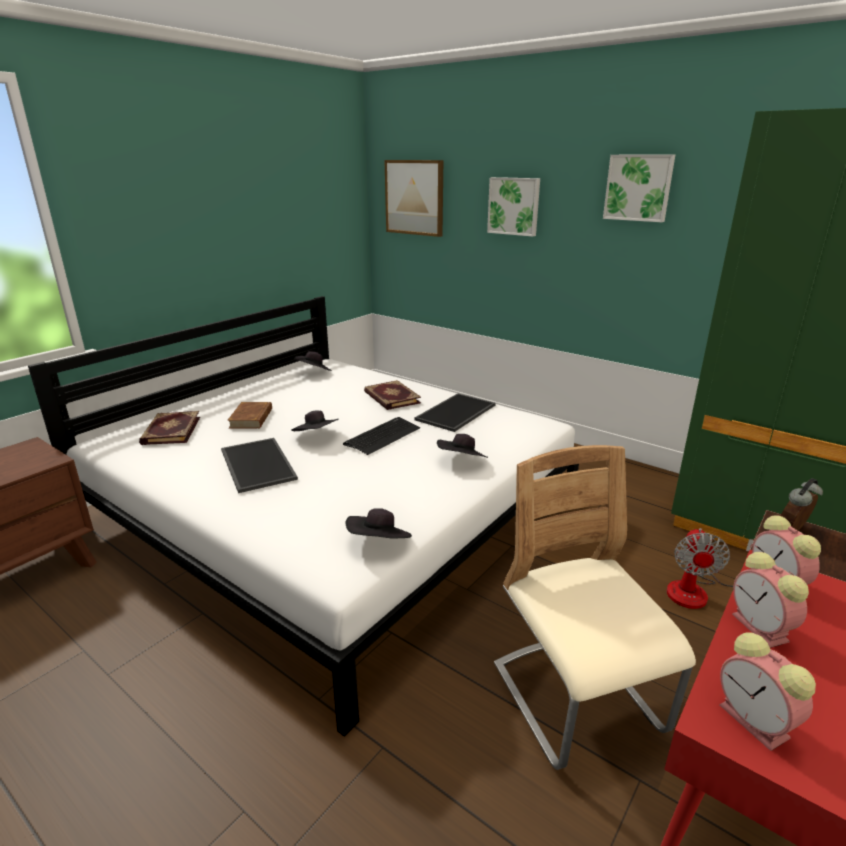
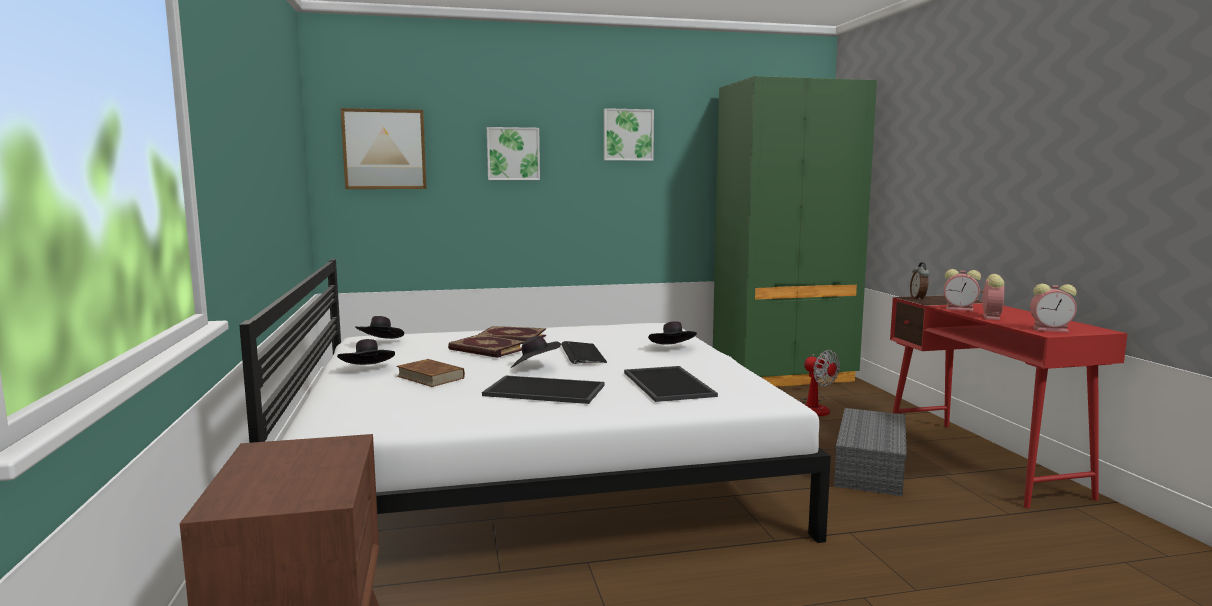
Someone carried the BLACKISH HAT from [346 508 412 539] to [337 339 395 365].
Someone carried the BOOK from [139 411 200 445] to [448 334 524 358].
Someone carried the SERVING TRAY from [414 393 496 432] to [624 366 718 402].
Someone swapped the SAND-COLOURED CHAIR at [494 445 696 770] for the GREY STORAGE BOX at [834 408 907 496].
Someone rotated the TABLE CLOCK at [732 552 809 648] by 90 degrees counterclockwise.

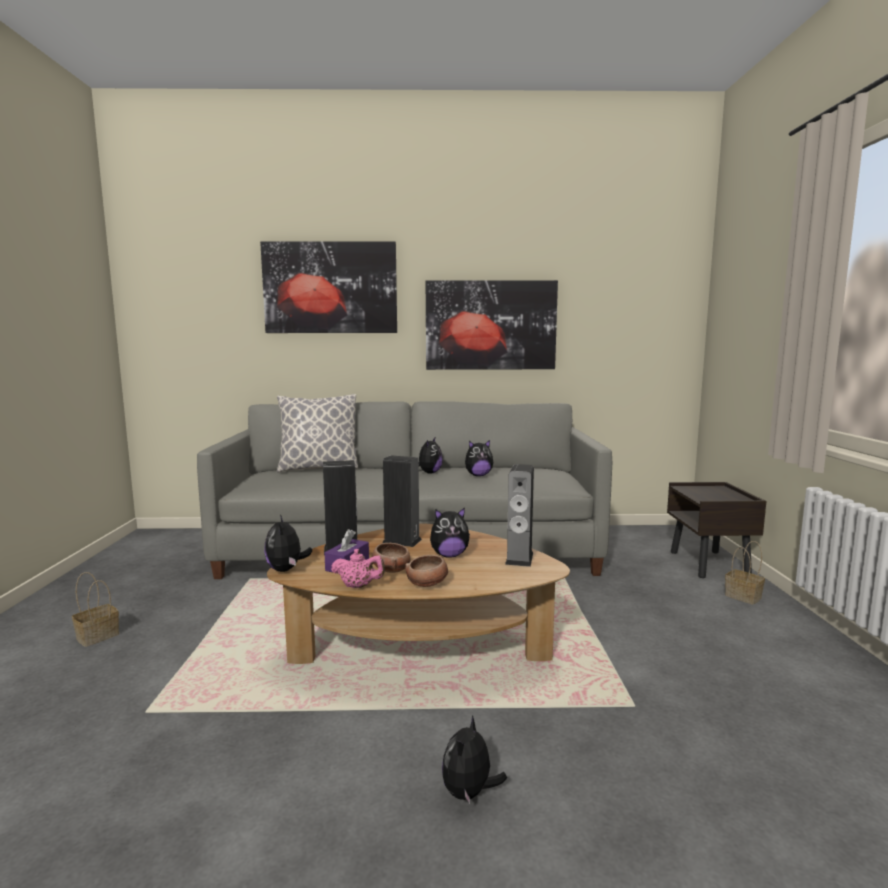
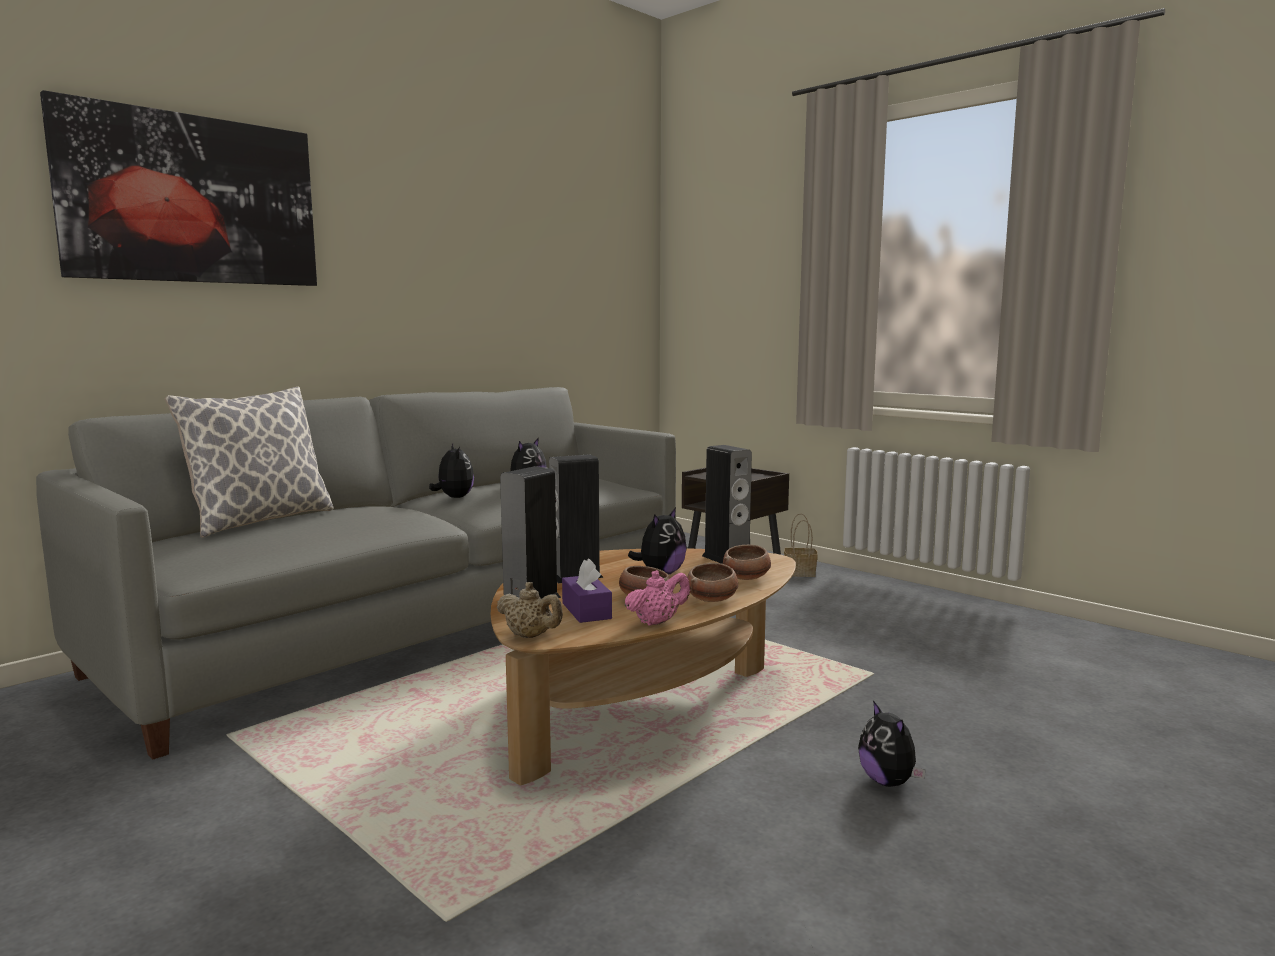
Someone swapped the SOFT TOY at [264 515 312 572] for the SAND-COLOURED TEAPOT at [496 582 563 638].
Someone put down the DEEP DISH at [723 545 771 580].
Someone took away the HOUSEHOLD BASKET at [72 572 119 647].
Someone took away the WALL ART at [426 280 558 370].

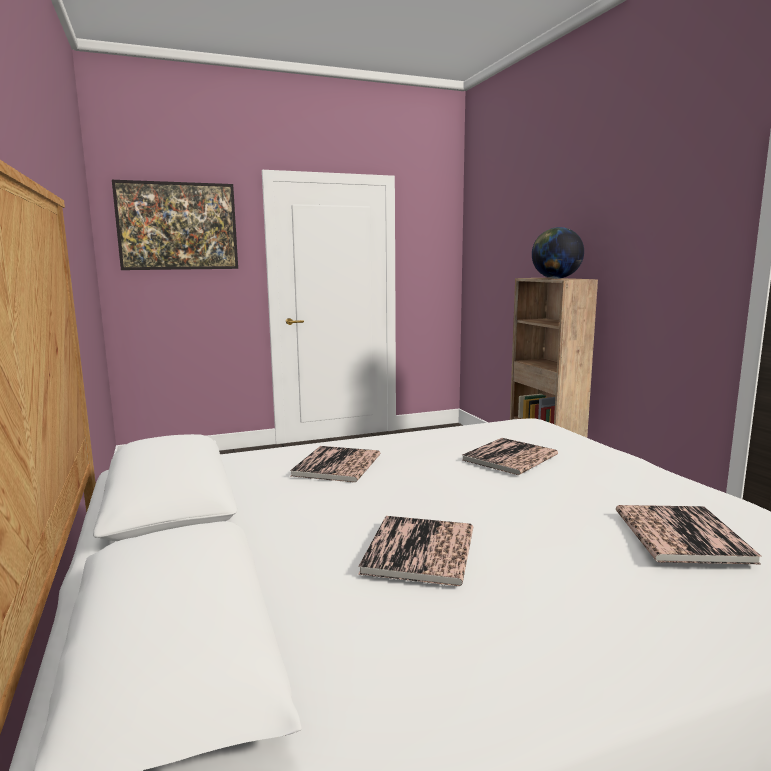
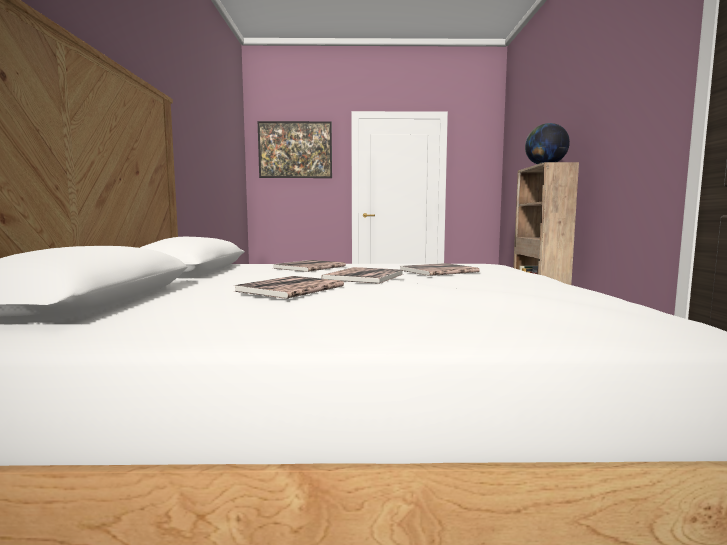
Someone carried the BOOK from [616 505 762 564] to [321 267 403 284].

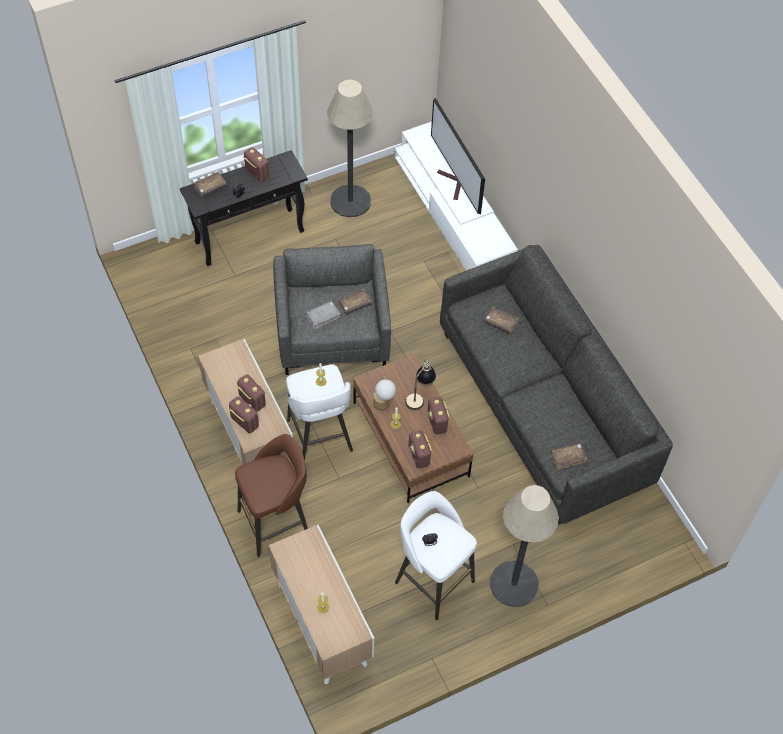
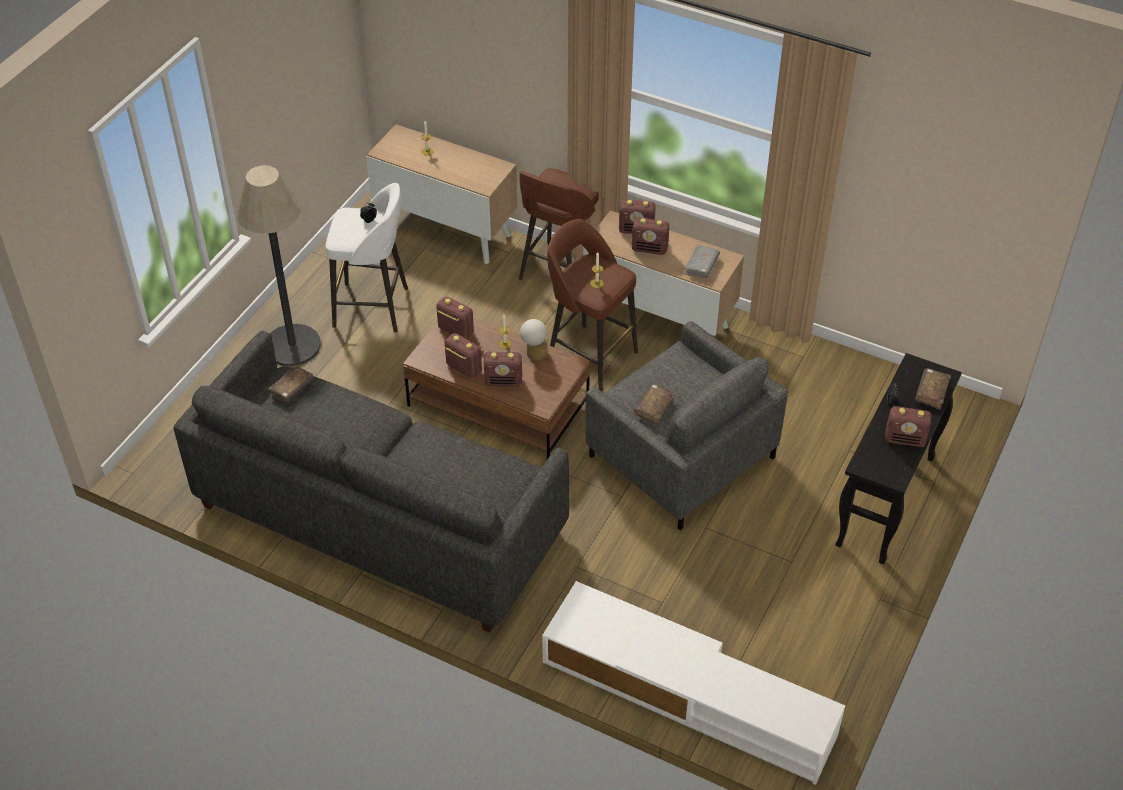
Someone swapped the LAMP FOR A TABLE at [405 359 436 410] for the RADIO RECEIVER at [484 352 522 387].
Someone repainted the WHITE SITTING STOOL at [286 365 353 460], which became the BROWNISH SITTING STOOL at [547 219 638 391].
Someone carried the GREY BOOK from [306 301 341 330] to [684 244 720 278].
Someone took away the STANDING LAMP at [327 80 373 217].
Someone took away the TV SET at [431 98 485 214].
Someone took away the BROWNISH BOOK at [484 307 519 334].

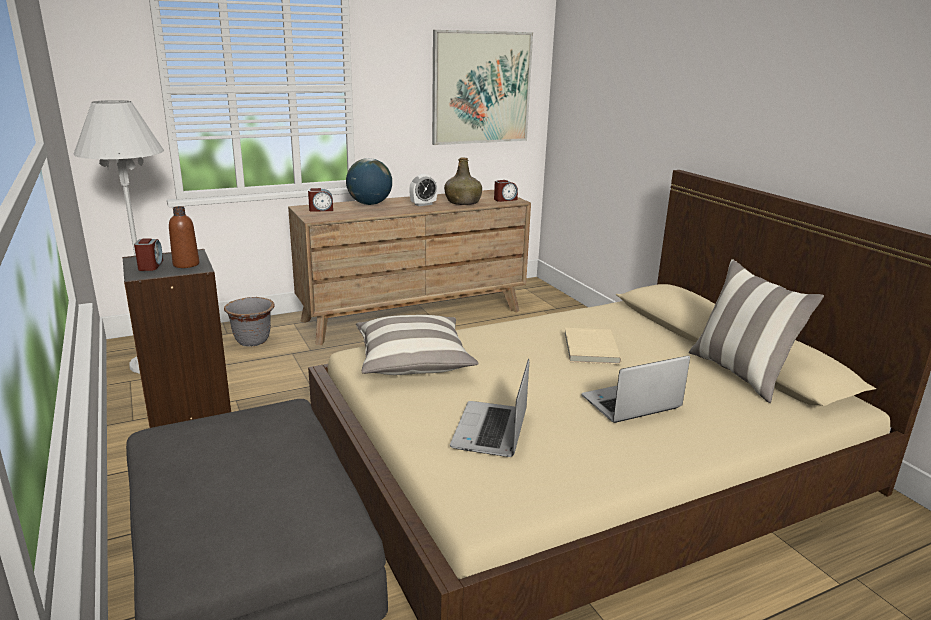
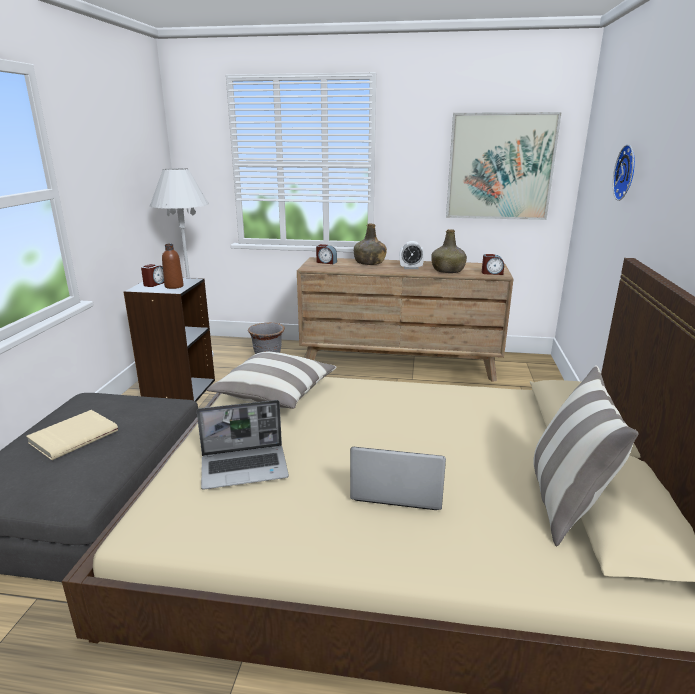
Someone carried the SAND-COLOURED BOOK from [564 328 622 364] to [26 410 118 460].
Someone rotated the NOTEBOOK COMPUTER at [450 359 529 457] by 150 degrees counterclockwise.
Someone swapped the GLOBE at [346 158 392 205] for the GREEN-COLOURED BOTTLE at [354 224 387 265].
Someone put up the WALL CLOCK at [613 144 635 201].

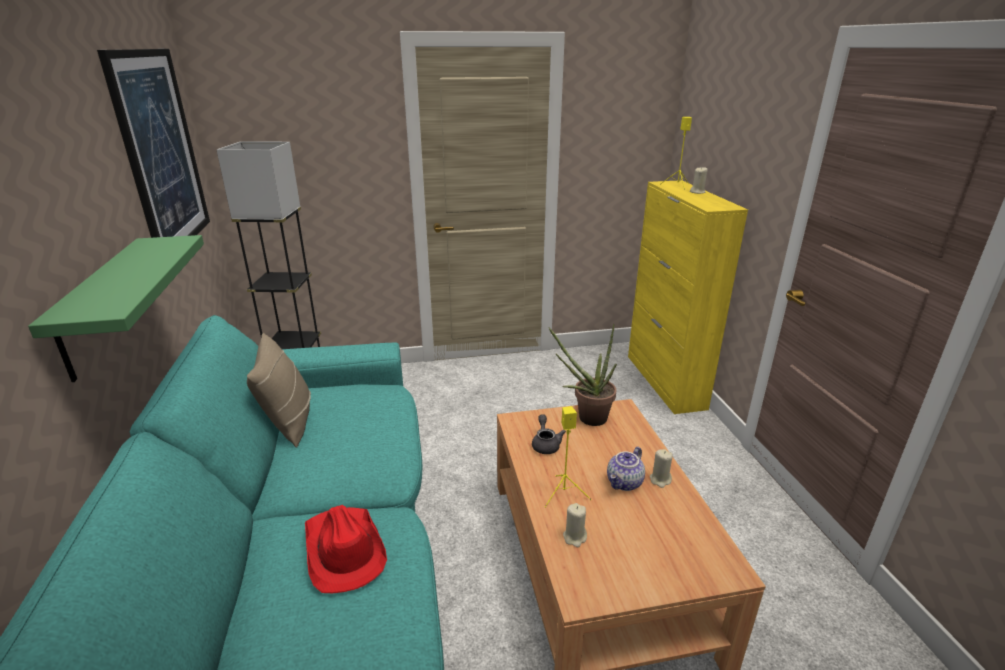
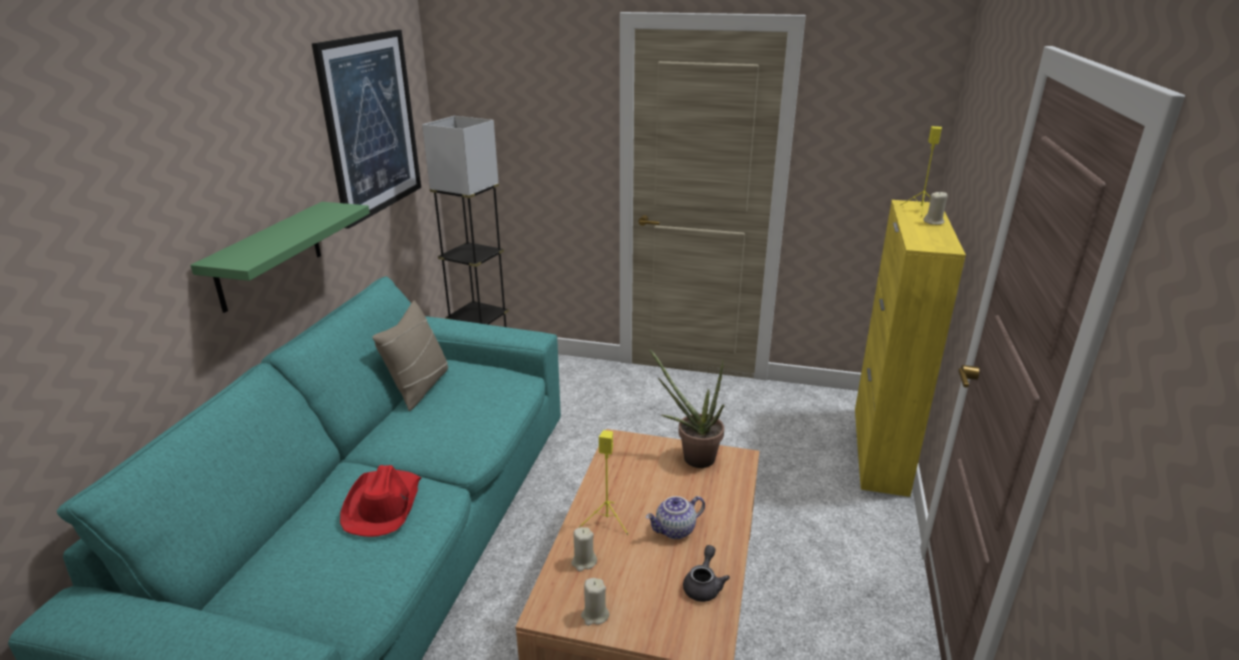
Someone carried the SAND-COLOURED CANDLE from [650 449 673 488] to [581 578 609 626].
Someone carried the GREY TEAPOT from [532 414 566 454] to [683 545 730 602].

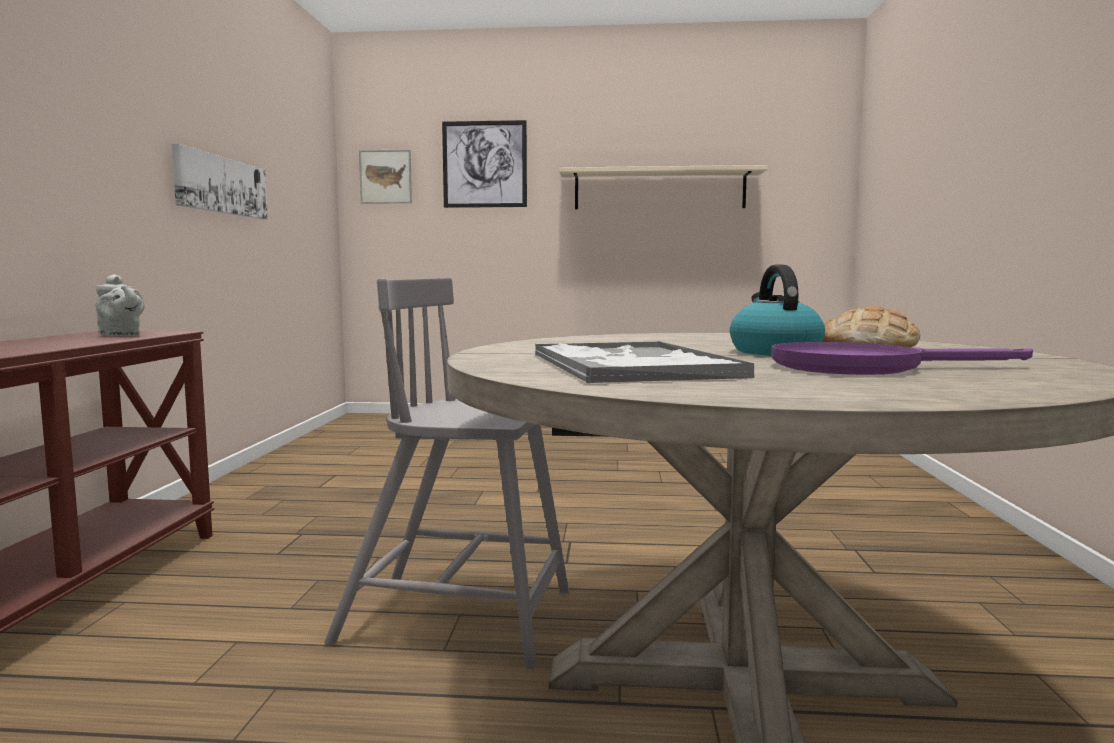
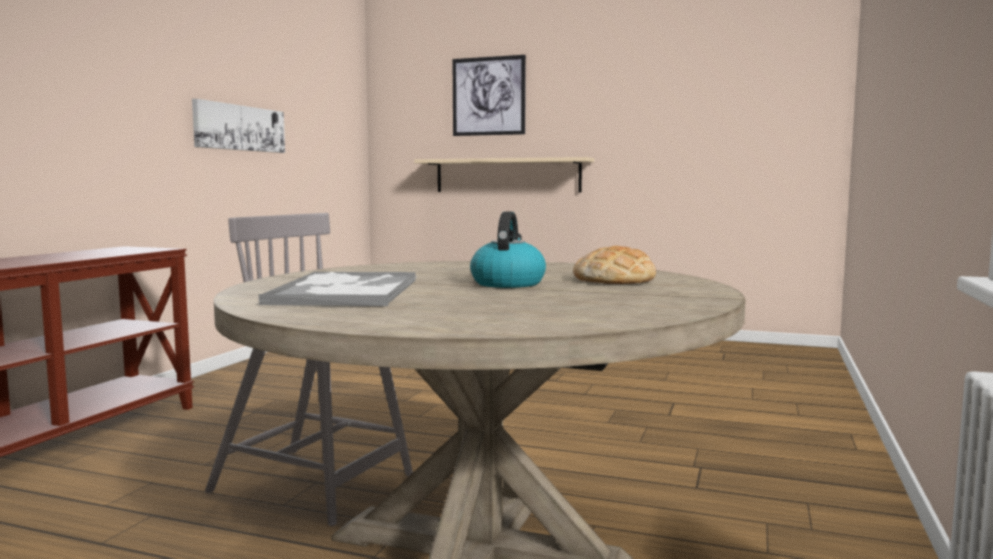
Someone carried the SAND-COLOURED BRACKET SHELF from [559 165 768 209] to [414 157 594 193].
Someone took away the GREY TEAPOT at [96 274 145 336].
Someone took away the WALL ART at [359 149 412 204].
Someone took away the PURPLISH PAN at [771 342 1033 375].

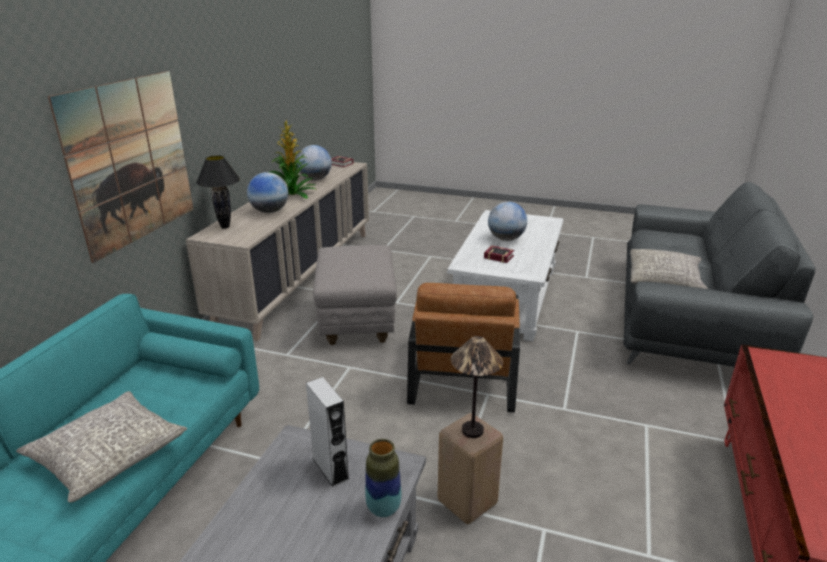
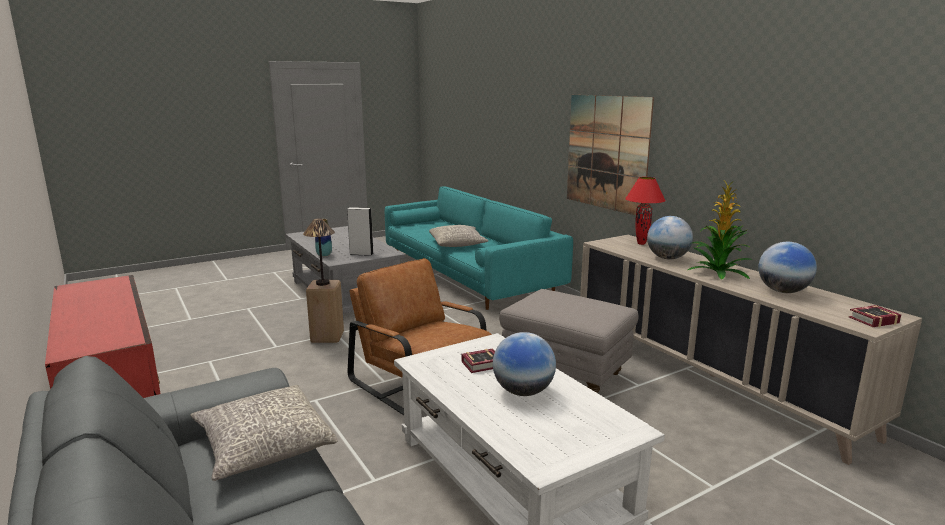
Someone repainted the BLACKISH LAMP FOR A TABLE at [196 156 240 229], which became the RED LAMP FOR A TABLE at [625 177 666 245].

